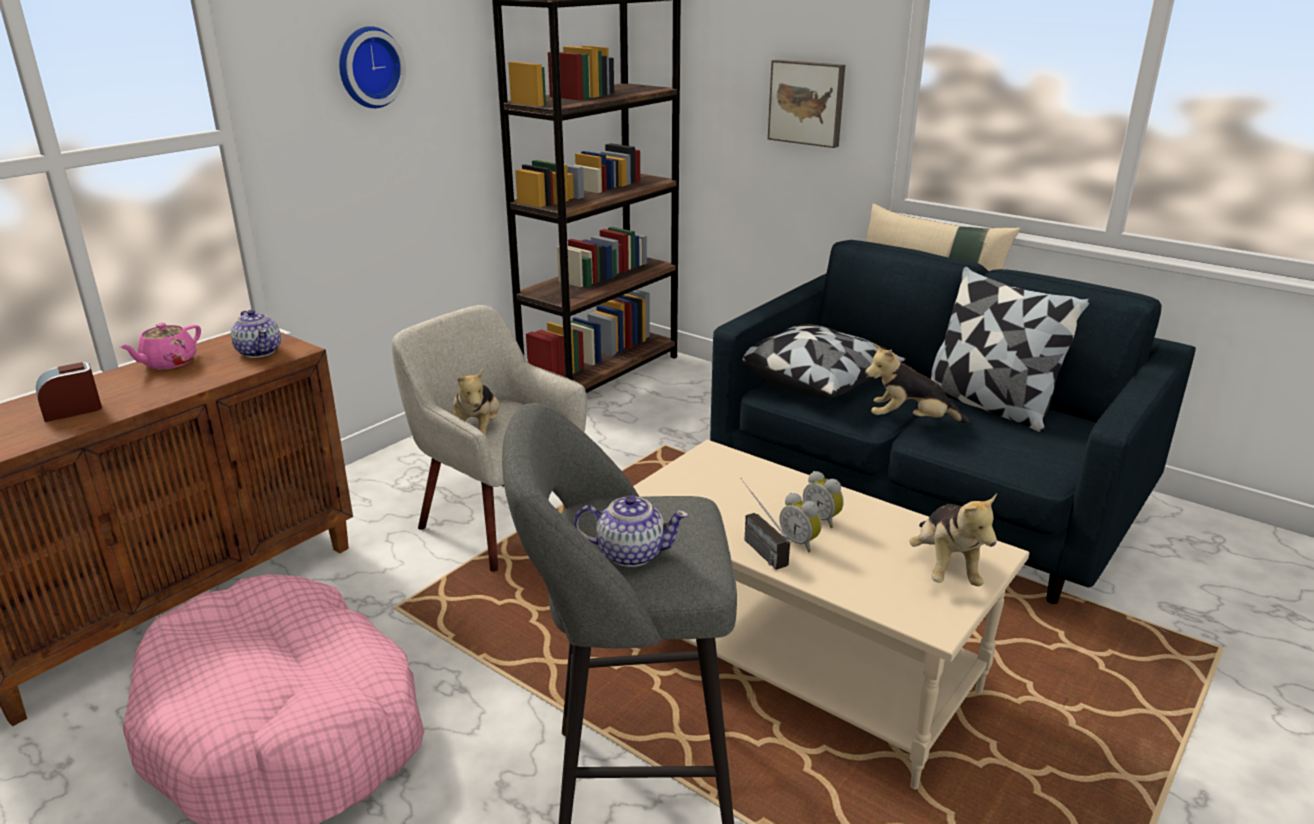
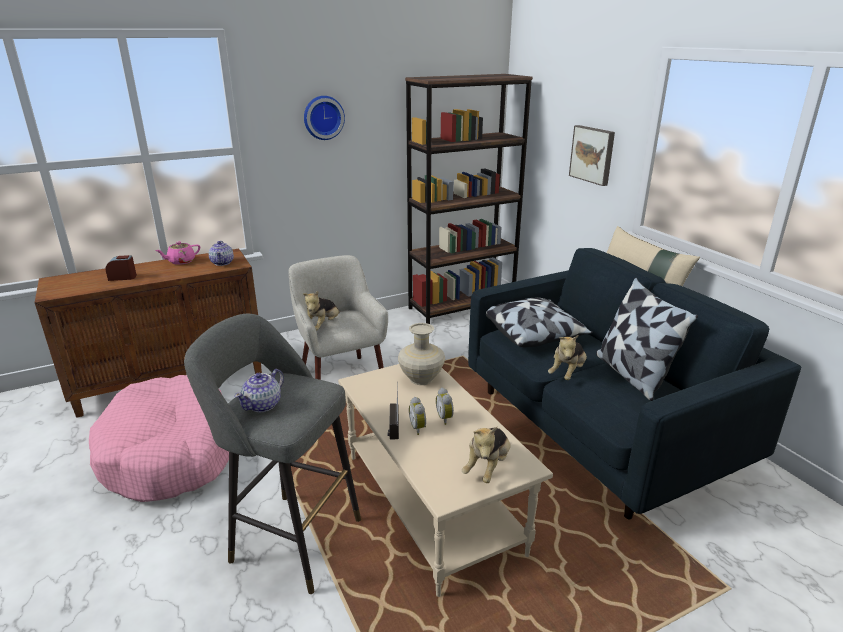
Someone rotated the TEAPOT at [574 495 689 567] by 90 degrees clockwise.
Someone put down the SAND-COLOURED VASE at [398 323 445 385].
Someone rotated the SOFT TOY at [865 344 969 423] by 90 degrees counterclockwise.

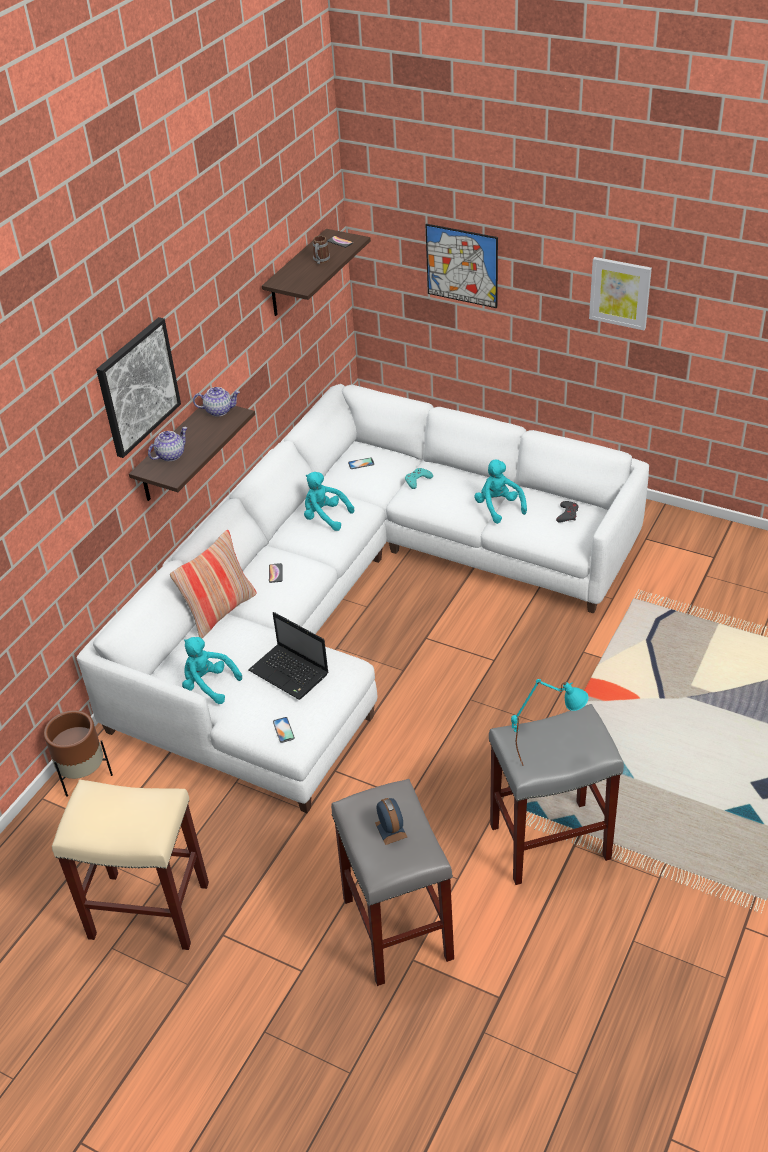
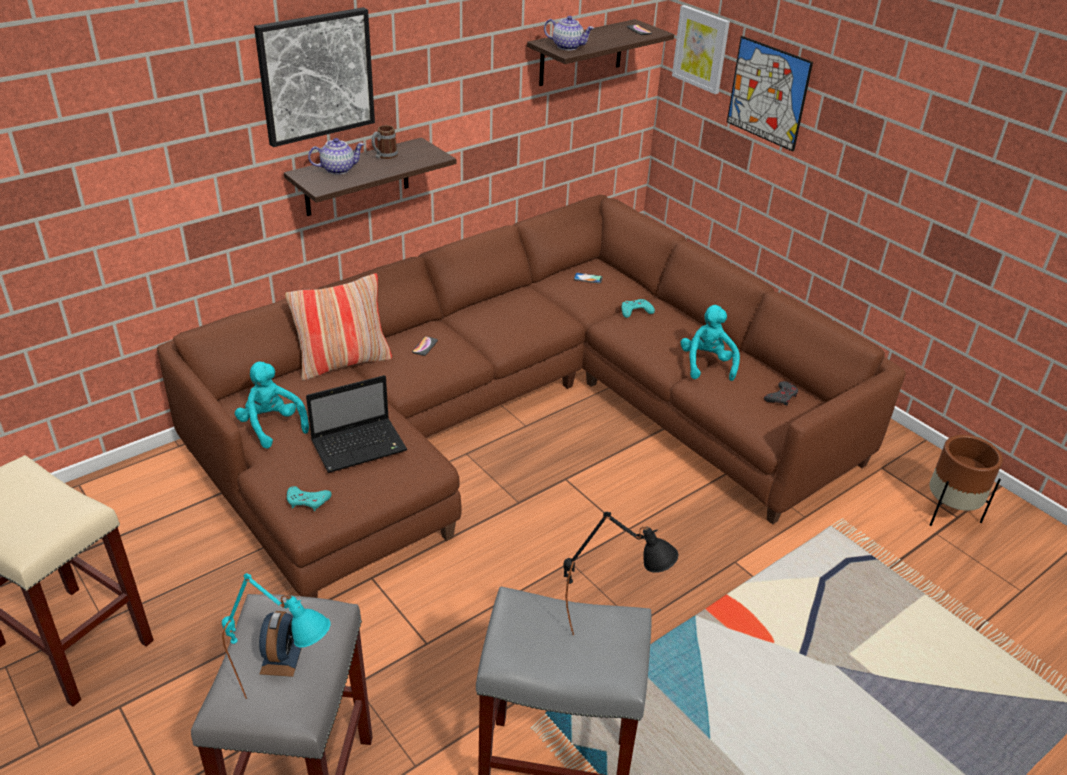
Someone repainted the WHITE COUCH at [77 384 649 813], which became the BROWNISH COUCH at [157 195 906 598].
Someone carried the BLUE-GREEN LAMP FOR A TABLE from [511 679 589 766] to [222 573 331 699].
Someone swapped the HANDSET at [273 717 295 743] for the BLUE-GREEN JOYPAD at [287 486 332 511].
Someone rotated the NOTEBOOK COMPUTER at [248 612 328 700] by 90 degrees counterclockwise.
Someone carried the TEA MUG from [313 236 330 264] to [371 125 398 159].
Someone carried the TEAPOT from [193 387 240 416] to [544 16 594 50].
Someone put down the BLACKISH LAMP FOR A TABLE at [563 512 679 635].
Someone carried the WALL ART from [589 257 652 330] to [672 5 730 94].
Someone carried the BROWNISH PLANT POT from [44 710 113 797] to [930 435 1003 526].
Someone took away the BLUE-GREEN SOFT TOY at [304 472 354 531].

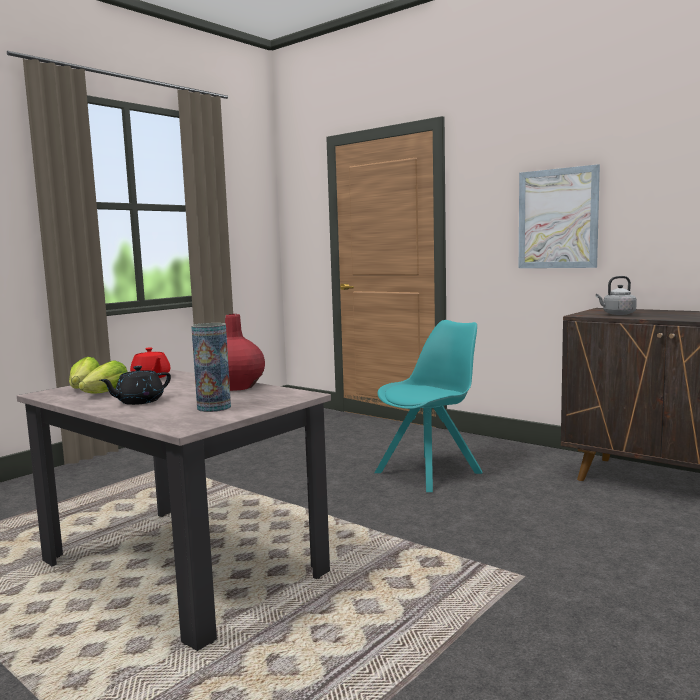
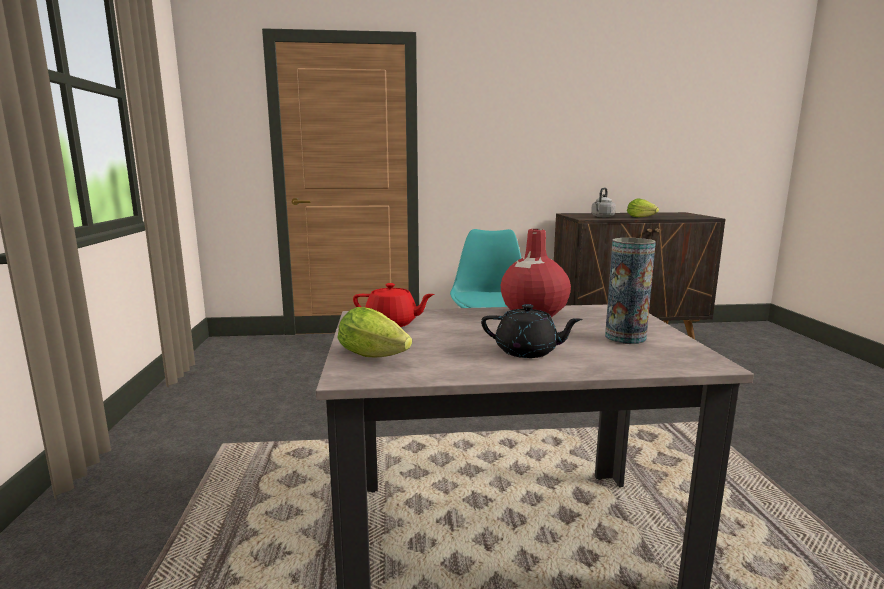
Someone rotated the BLACKISH TEAPOT at [100 366 171 405] by 75 degrees counterclockwise.
Someone carried the LETTUCE HEAD from [79 360 128 393] to [627 198 659 217].
Someone took away the WALL ART at [519 164 600 268].

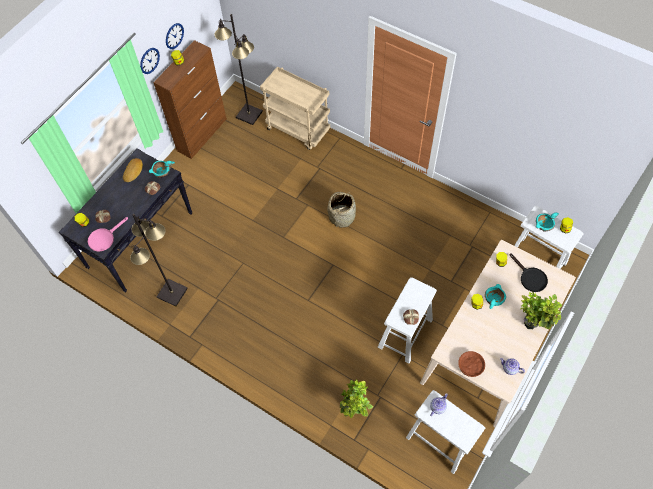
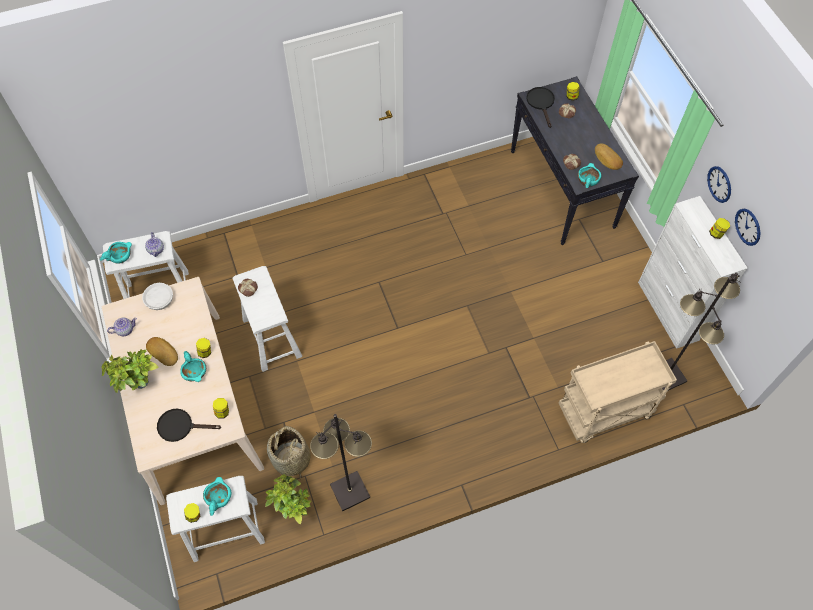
Someone put down the BLUE-GREEN DEEP DISH at [100 242 132 264].
Someone repainted the BROWNISH DEEP DISH at [458 351 485 377], which became the WHITE DEEP DISH at [142 283 173 310].
Someone put down the BAKERY BREAD at [146 337 178 366].
Someone carried the POTTED PLANT from [340 379 373 418] to [265 474 312 524].
Someone carried the HOUSEHOLD BASKET from [327 192 356 228] to [267 426 311 480].
Someone carried the BLACKISH STANDING LAMP from [130 214 188 306] to [310 414 372 511].
Someone repainted the PINK-COLOURED PAN at [88 217 128 252], which became the BLACKISH PAN at [526 87 555 128].
Someone repainted the BROWNISH CUPBOARD at [153 40 227 159], which became the WHITE CUPBOARD at [638 196 747 349].

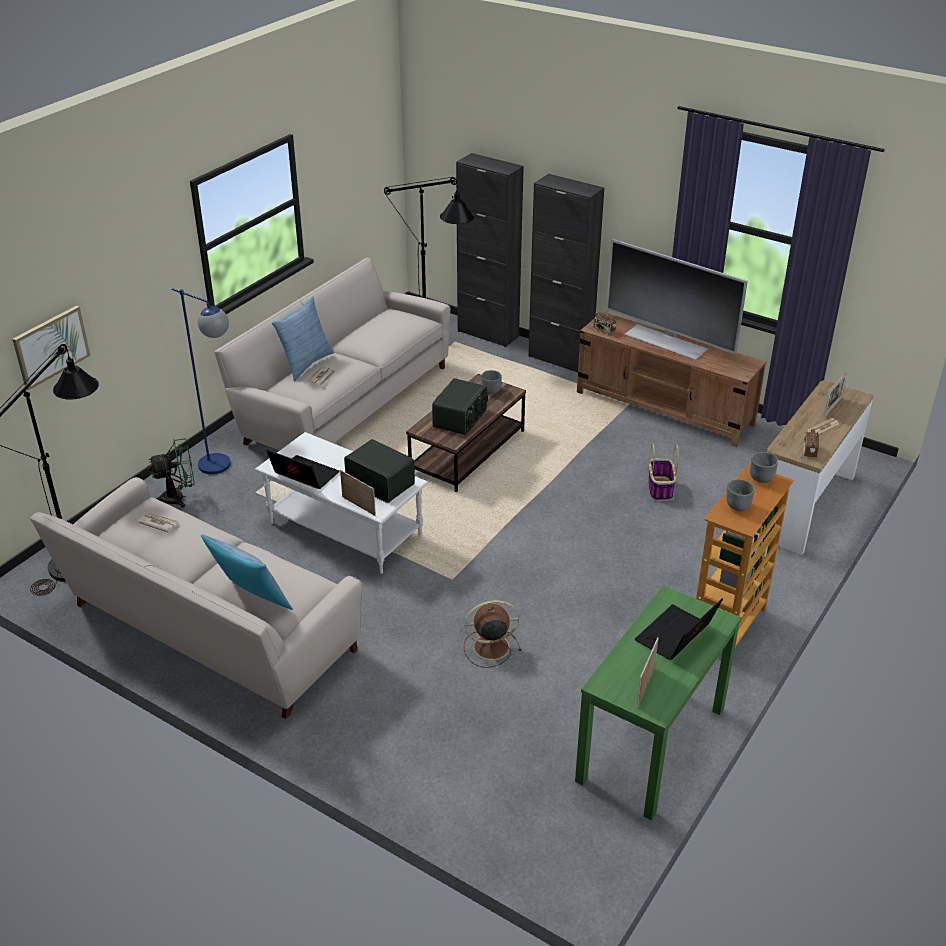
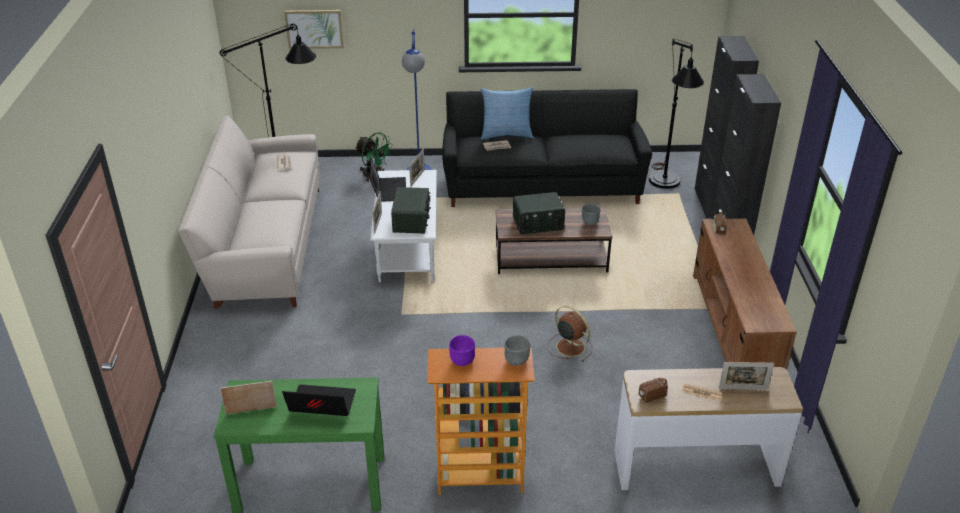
Someone put down the PICTURE FRAME at [409 149 425 187].
Someone repainted the SAND-COLOURED COUCH at [214 258 450 450], which became the BLACKISH COUCH at [442 89 652 207].
Someone repainted the GREY DEEP DISH at [726 479 755 511], which became the PURPLISH DEEP DISH at [449 335 475 366].
Someone carried the BROWNISH FAN from [464 600 521 668] to [547 306 593 362].
Someone took away the PILLOW at [201 534 293 610].
Someone took away the TV SET at [606 239 748 360].
Someone took away the HOUSEHOLD BASKET at [648 443 679 501].

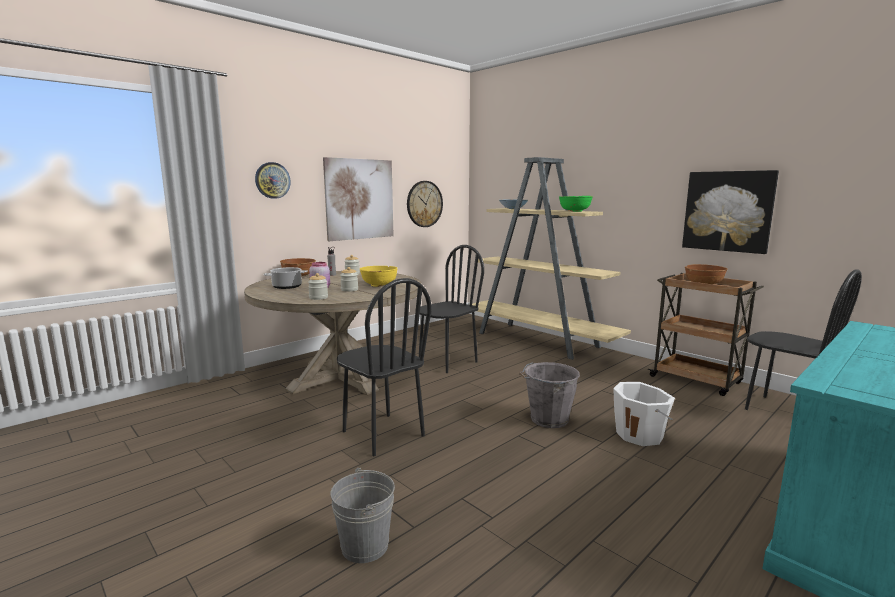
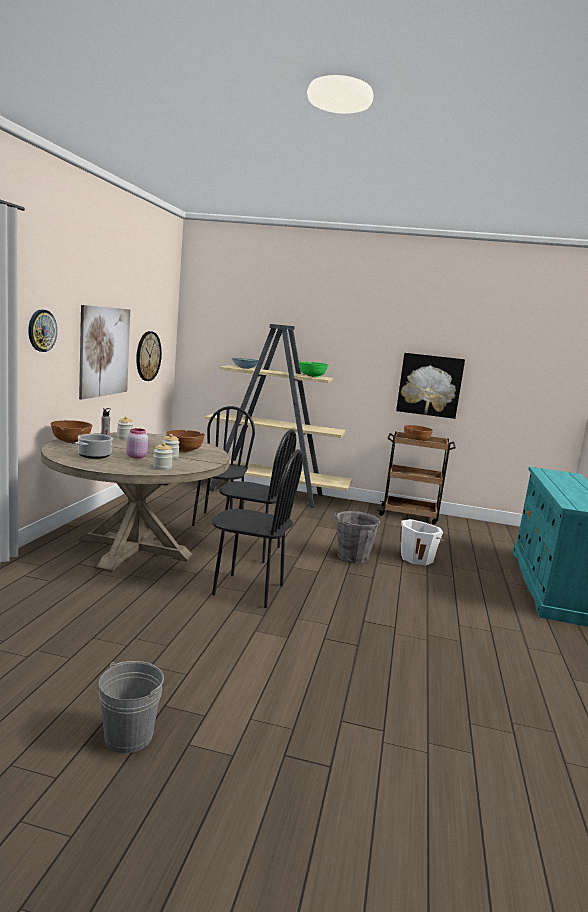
Someone carried the GREY BUCKET from [331 468 395 563] to [99 661 164 753].
Someone repainted the YELLOW-COLOURED DEEP DISH at [360 266 397 287], which became the BROWNISH DEEP DISH at [166 430 205 452].
Someone carried the BLACKISH CHAIR from [745 269 862 410] to [219 429 296 563].

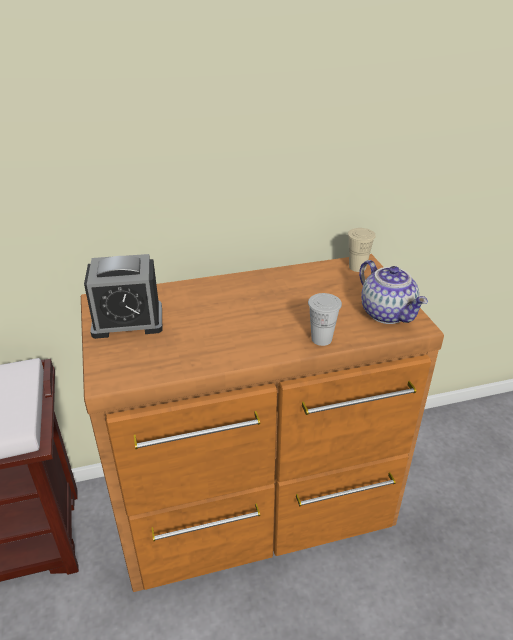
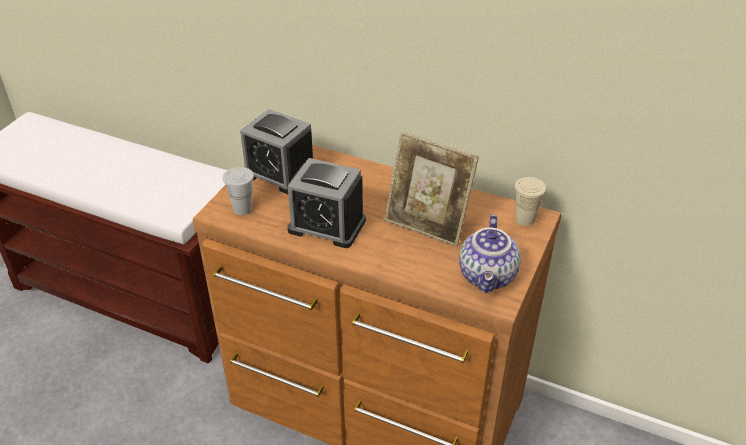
Someone carried the WHITE SMALL CUP from [308 293 342 346] to [223 167 254 215].
Someone put down the TABLE CLOCK at [287 158 366 248].
Someone put down the PICTURE FRAME at [384 131 479 247].

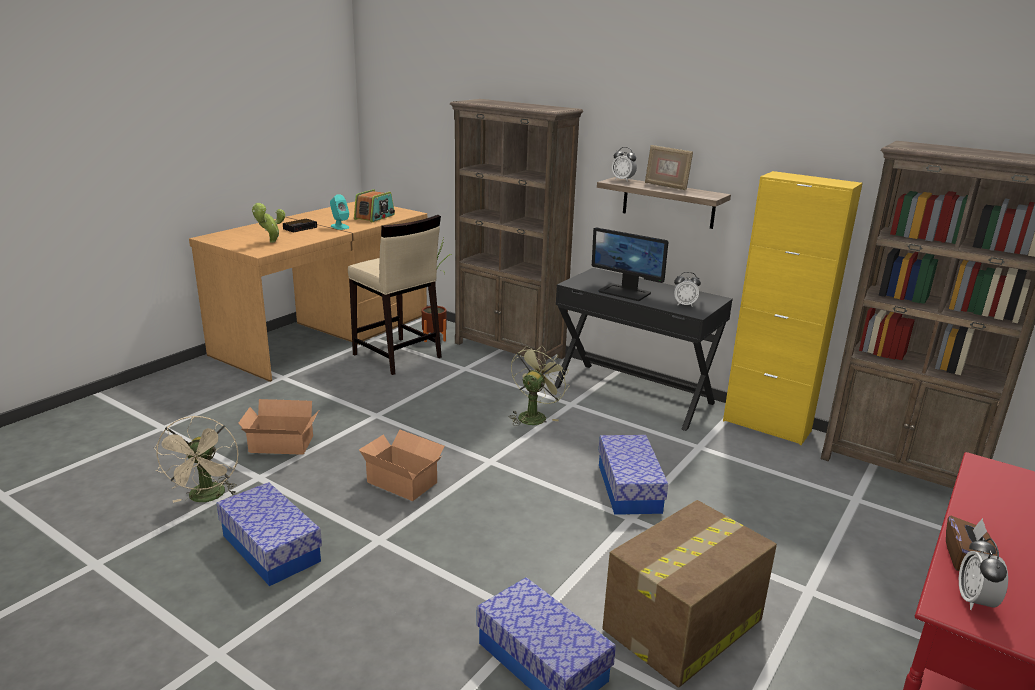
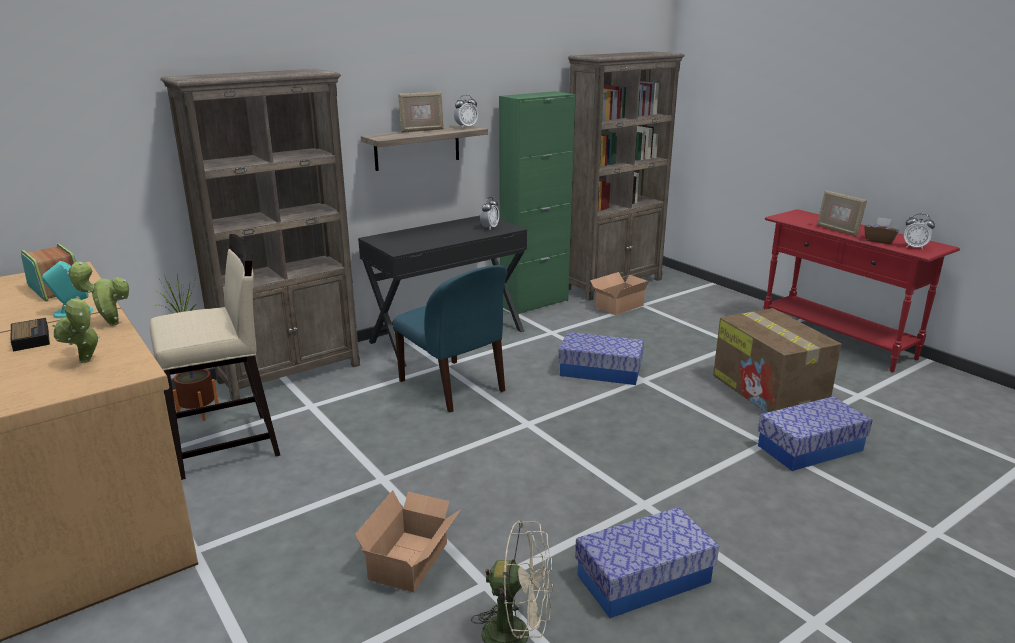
Someone put down the POTTED PLANT at [67 261 129 326].
Someone swapped the GREEN-COLOURED FAN at [509 345 570 426] for the BLUE CHAIR at [393 265 507 413].
Someone carried the TABLE CLOCK from [612 147 637 181] to [454 95 478 129].
Someone repainted the YELLOW-COLOURED CUPBOARD at [723 171 863 445], which became the GREEN-COLOURED CUPBOARD at [499 91 575 315].
Someone carried the PACKING BOX from [359 429 445 501] to [590 272 650 315].
Someone put down the PICTURE FRAME at [817 190 867 237].
Someone took away the MONITOR at [592 227 668 301].

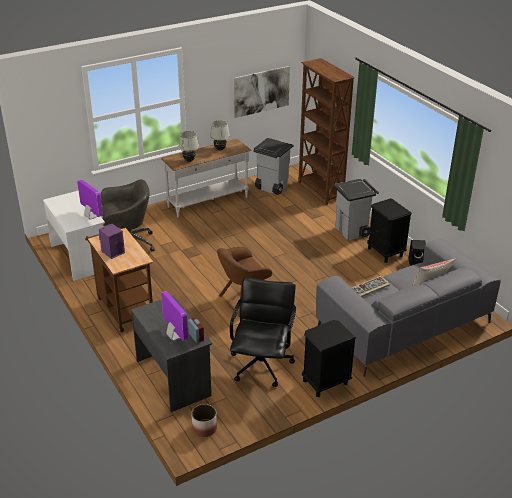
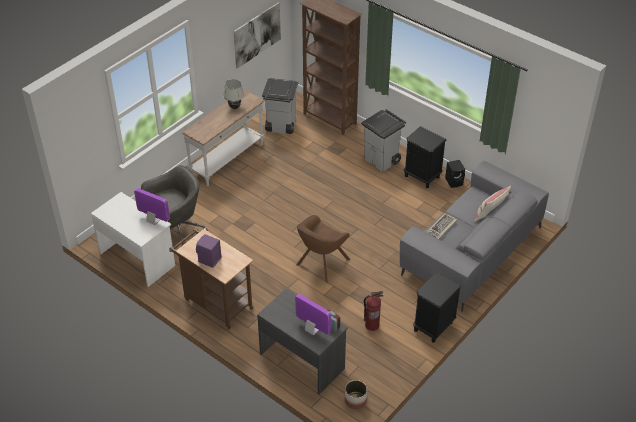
Someone swapped the BLACKISH DESK CHAIR at [230 277 296 387] for the EXTINGUISHER at [364 291 384 331].
Someone took away the WHITE LAMP FOR A TABLE at [178 131 199 162].

